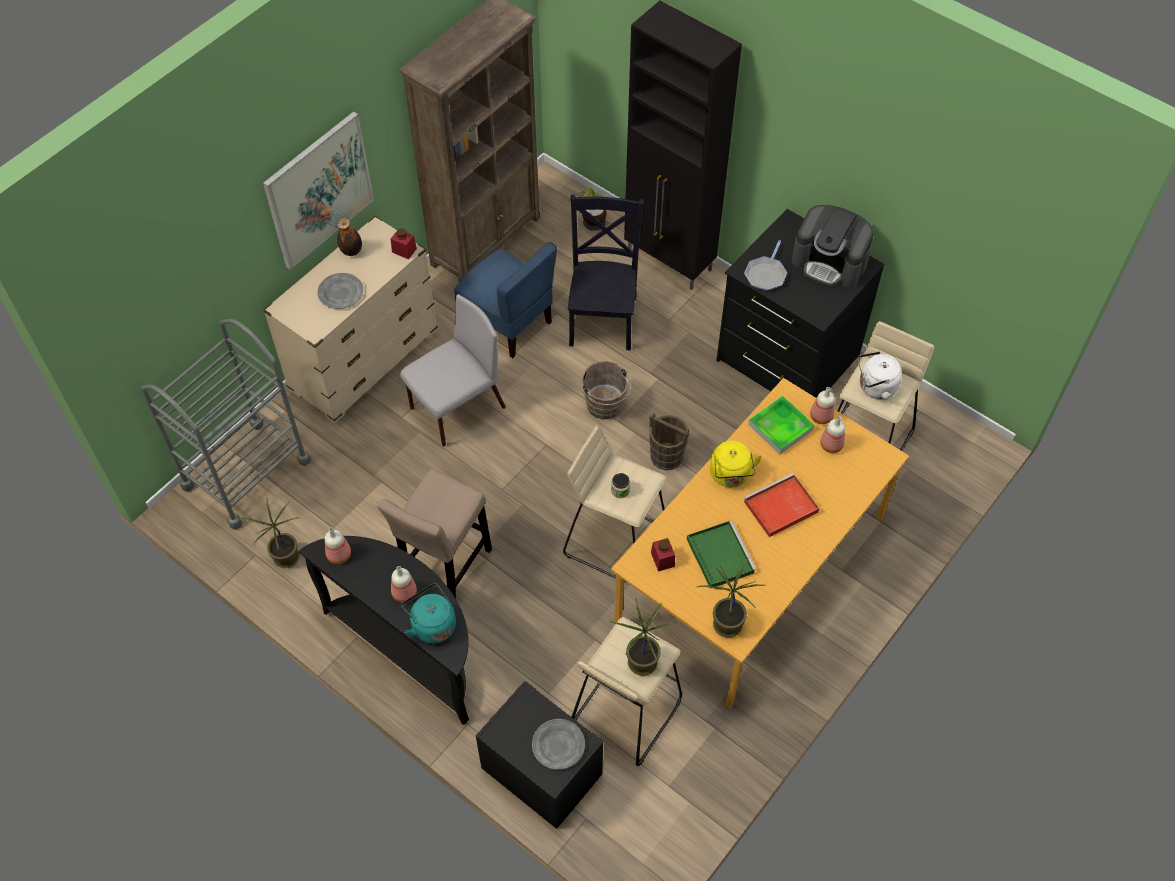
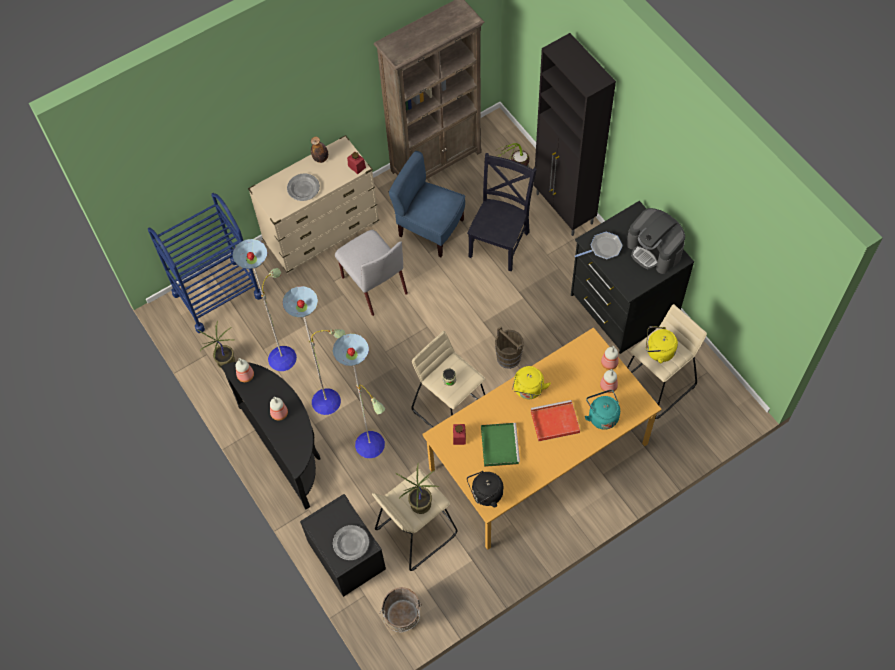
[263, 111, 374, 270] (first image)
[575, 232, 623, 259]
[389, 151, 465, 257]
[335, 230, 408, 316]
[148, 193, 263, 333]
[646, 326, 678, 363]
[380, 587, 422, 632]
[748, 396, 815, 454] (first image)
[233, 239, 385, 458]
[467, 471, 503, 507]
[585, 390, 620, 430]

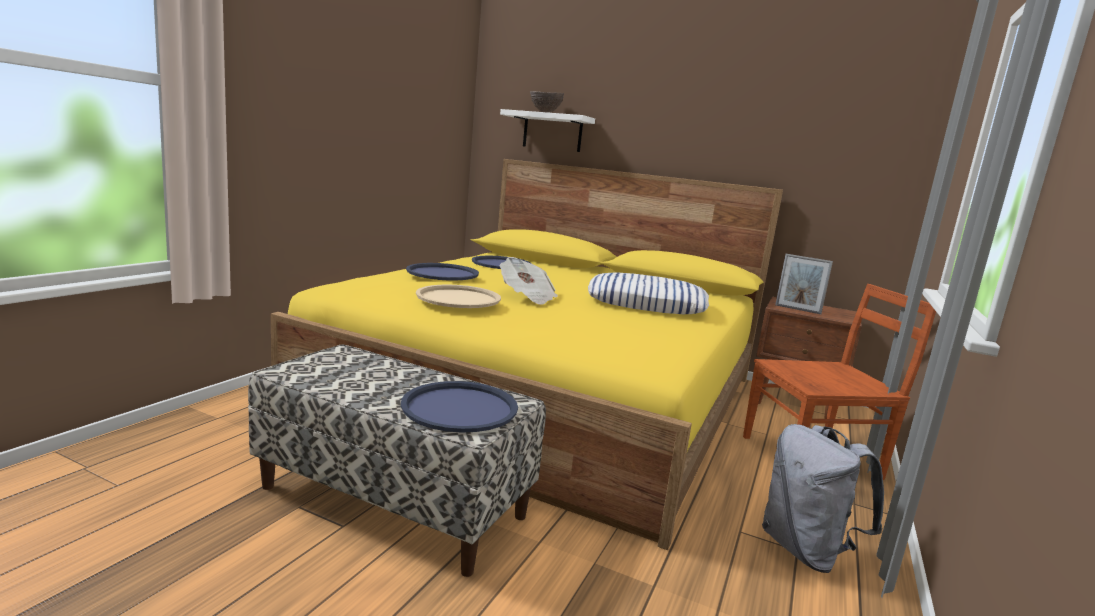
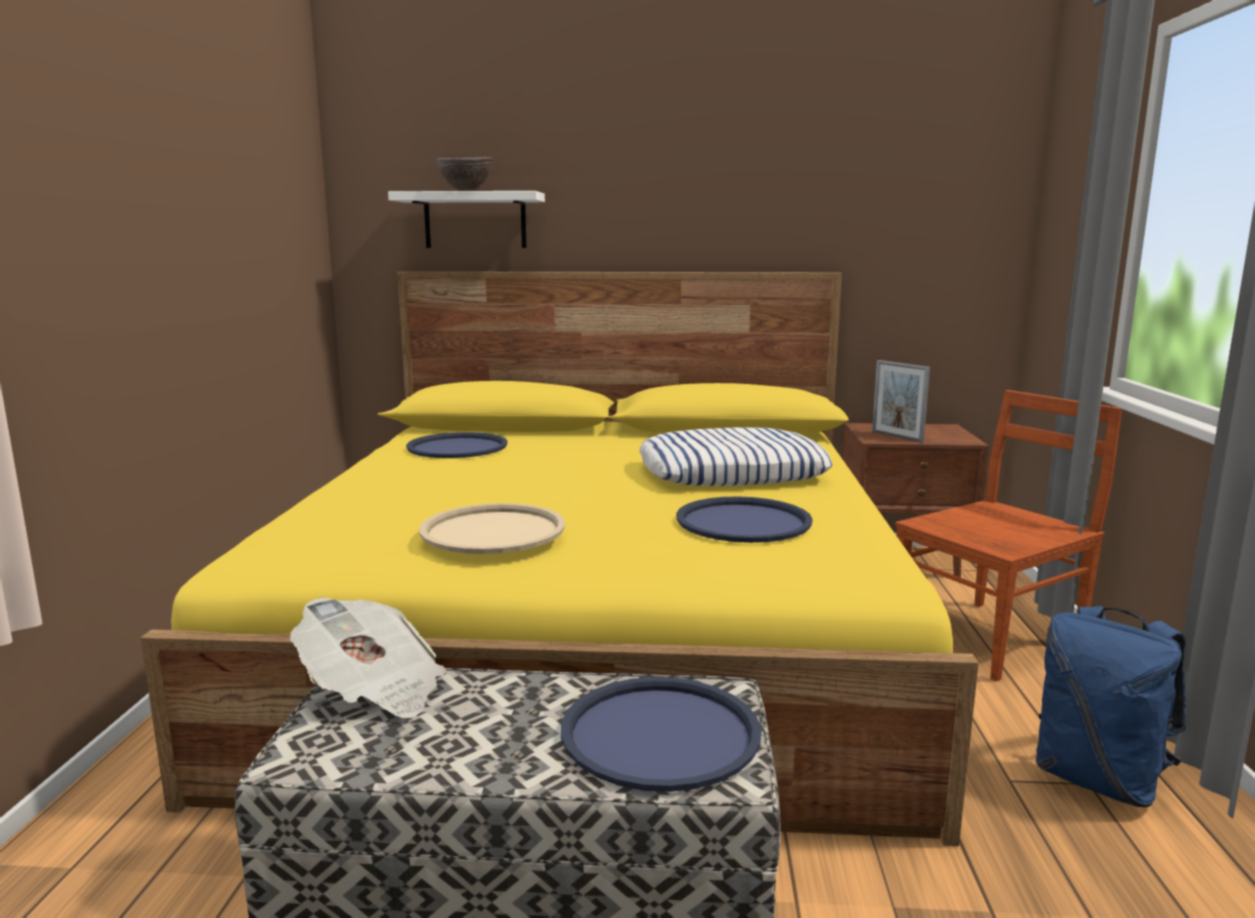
[872, 360, 930, 443]
[290, 598, 446, 718]
[676, 496, 813, 543]
[1036, 606, 1186, 807]

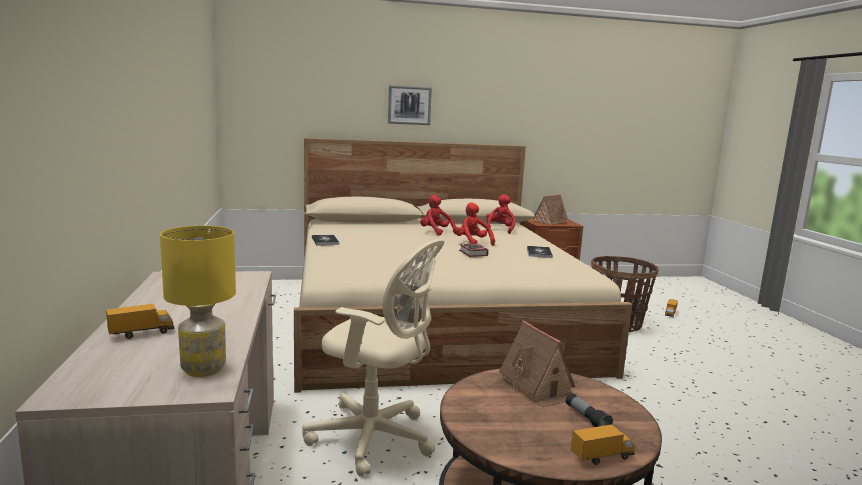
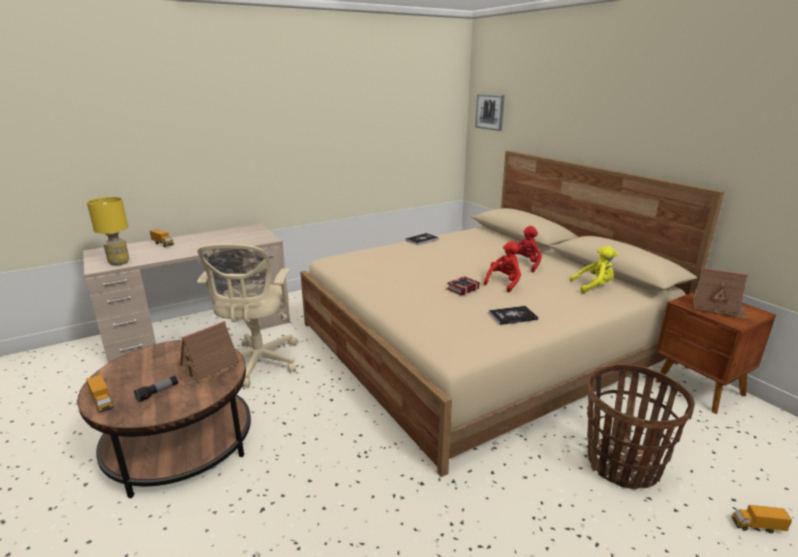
[475, 94, 504, 131]
[570, 246, 618, 293]

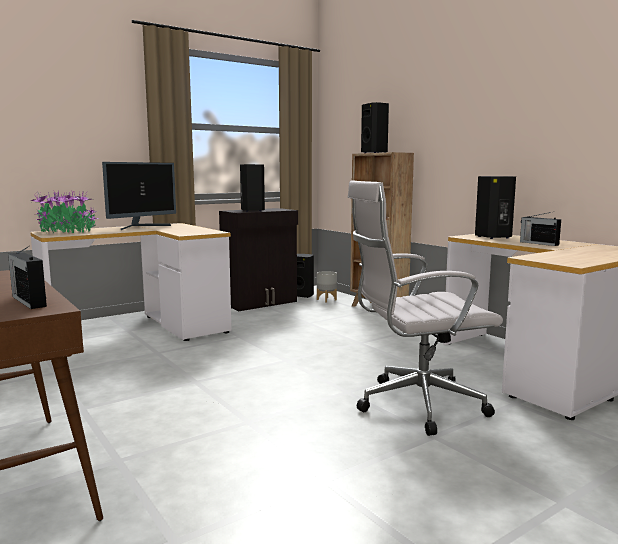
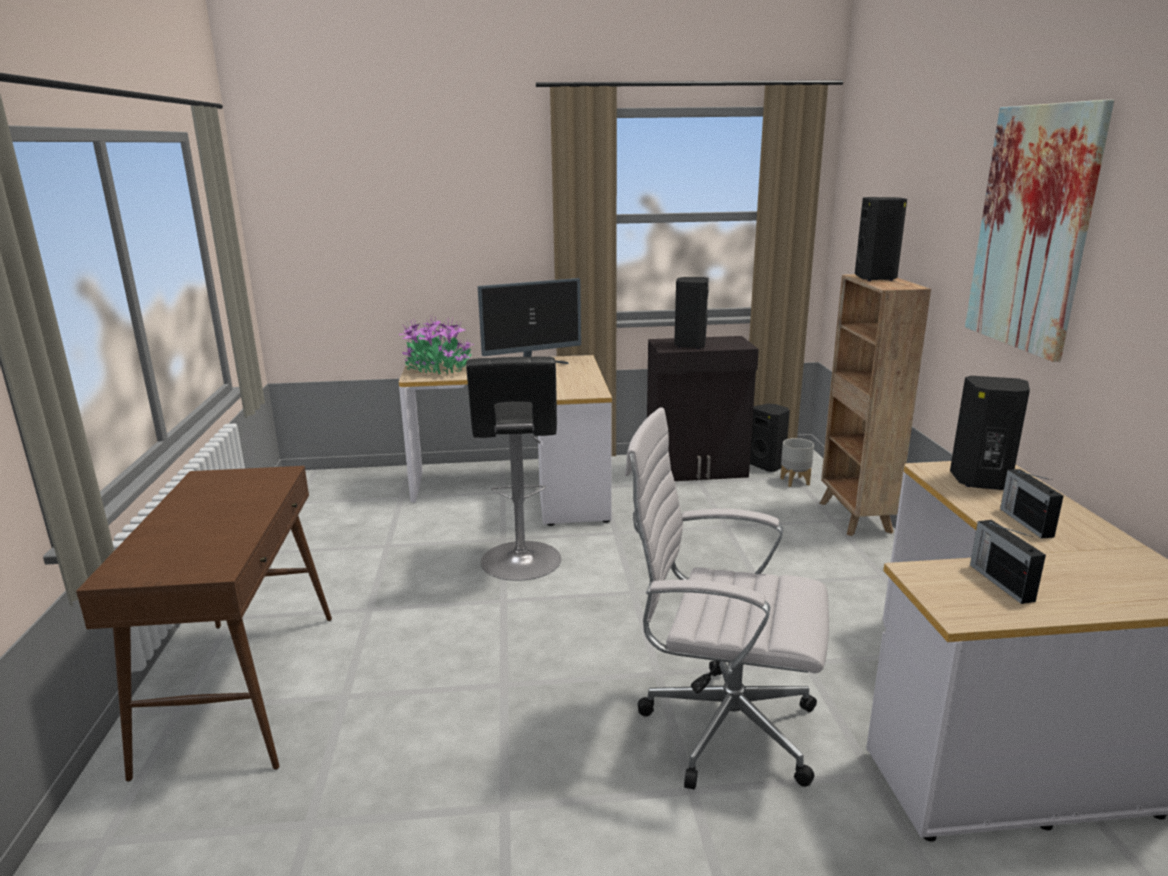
[970, 520, 1046, 604]
[965, 99, 1114, 362]
[466, 356, 561, 581]

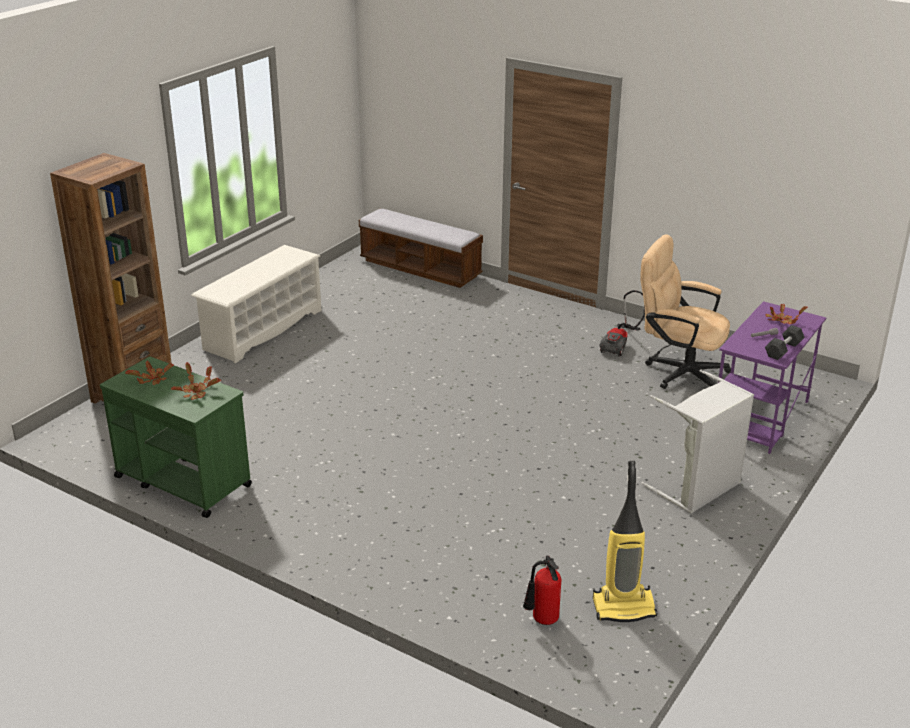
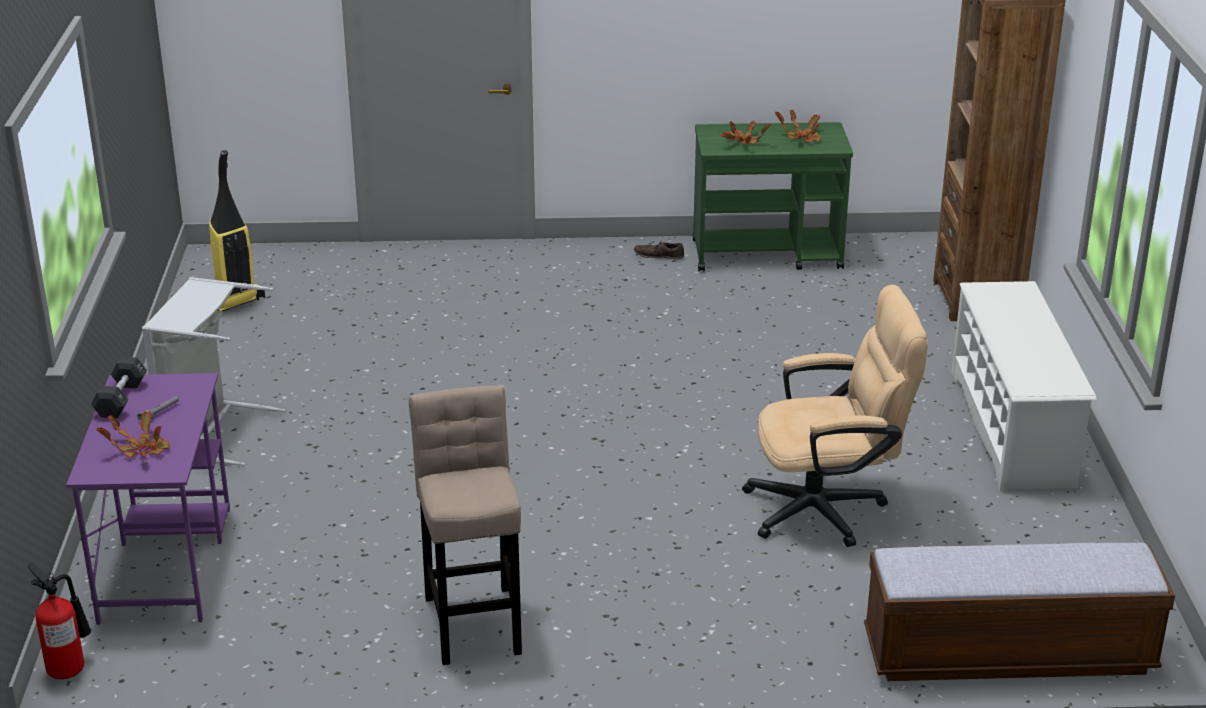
[742, 285, 928, 547]
[409, 385, 522, 665]
[28, 563, 91, 679]
[634, 242, 684, 259]

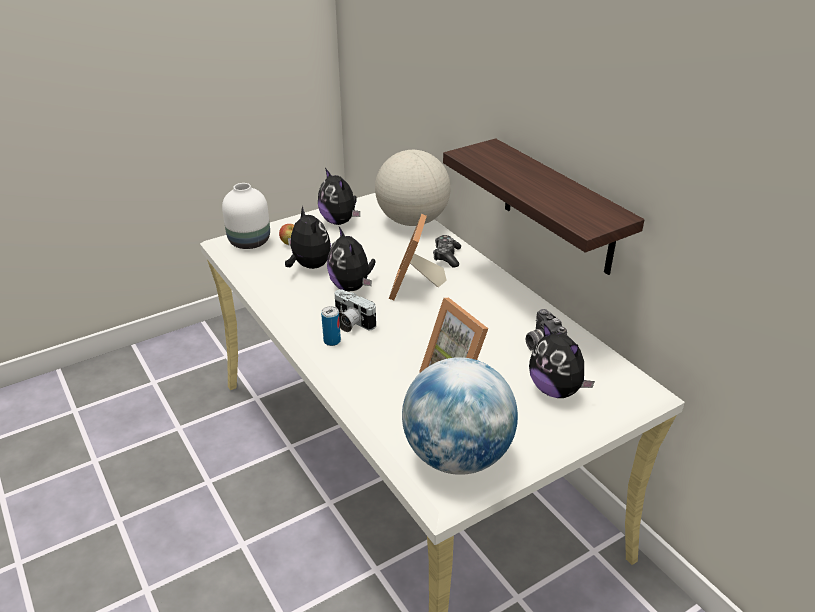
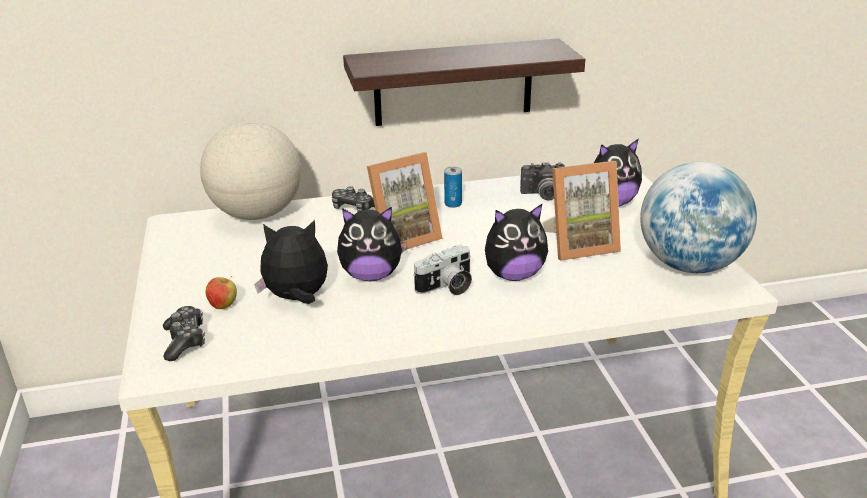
[485, 204, 548, 281]
[163, 306, 205, 361]
[367, 152, 443, 250]
[444, 166, 462, 208]

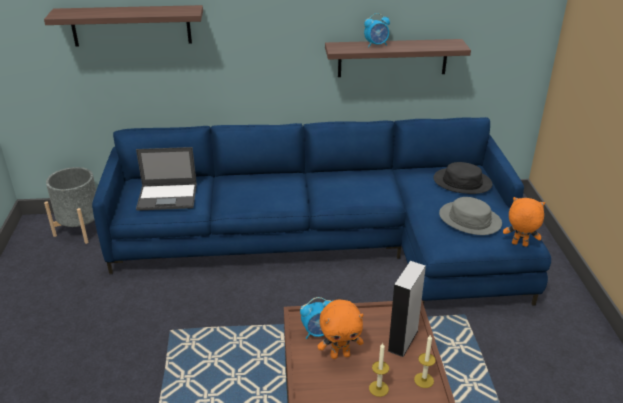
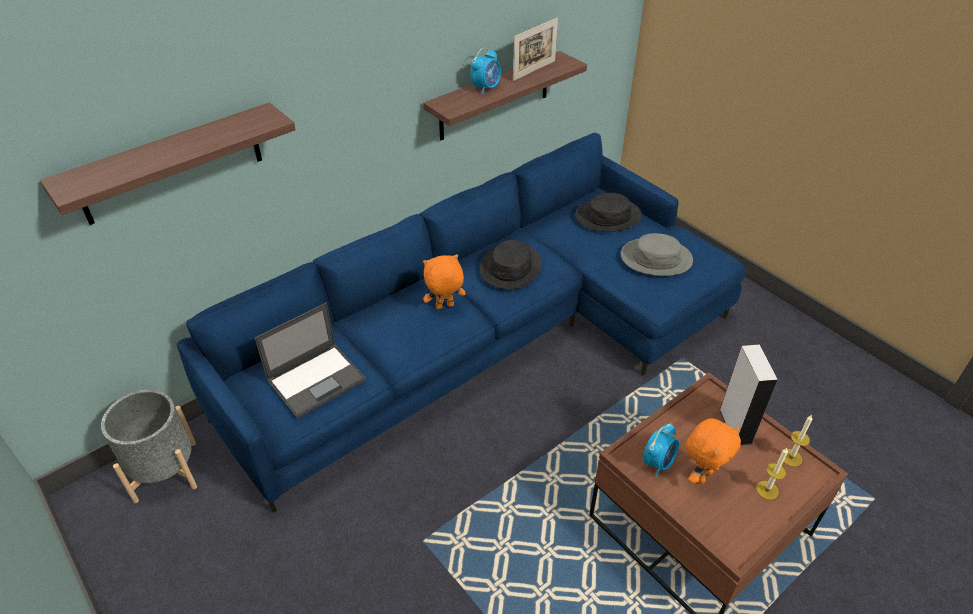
[423, 254, 466, 309]
[513, 17, 558, 81]
[480, 240, 542, 289]

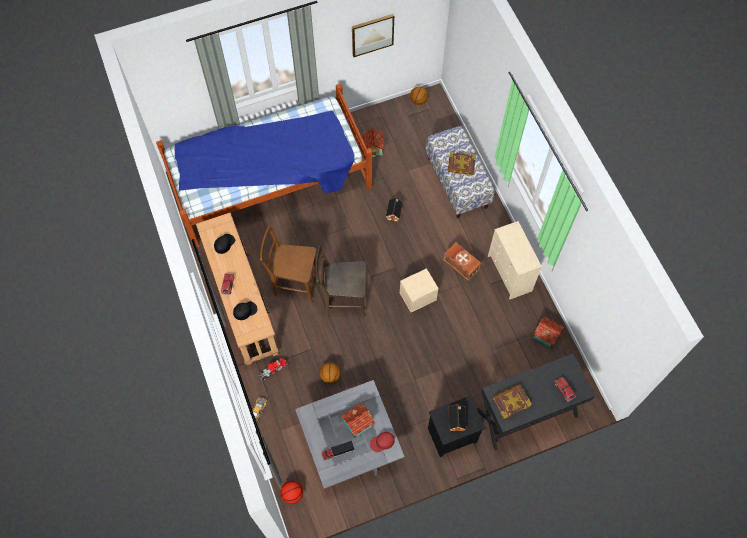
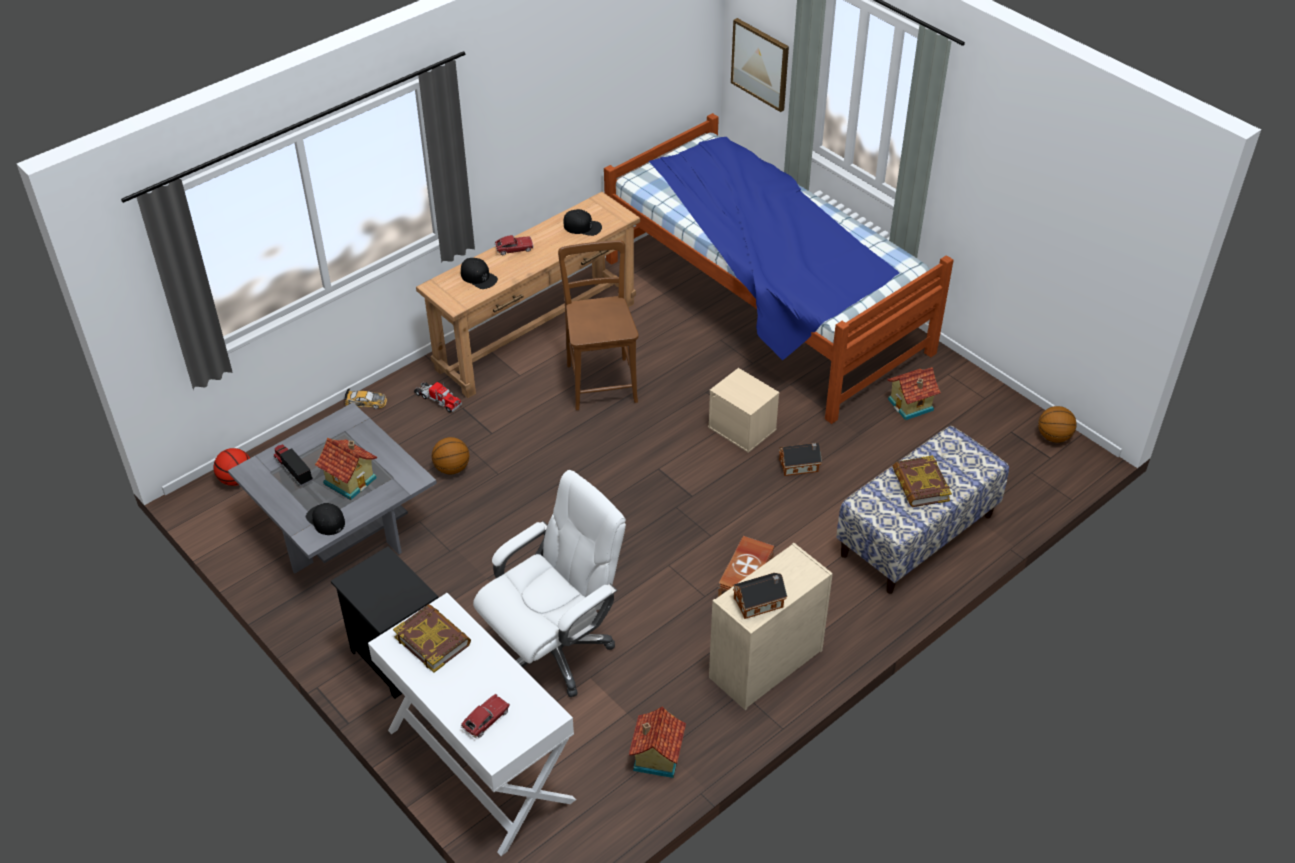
[731, 18, 789, 112]
[315, 246, 366, 316] (first image)
[708, 368, 780, 453]
[368, 593, 576, 856]
[733, 573, 787, 619]
[306, 503, 345, 535]
[473, 470, 626, 697]

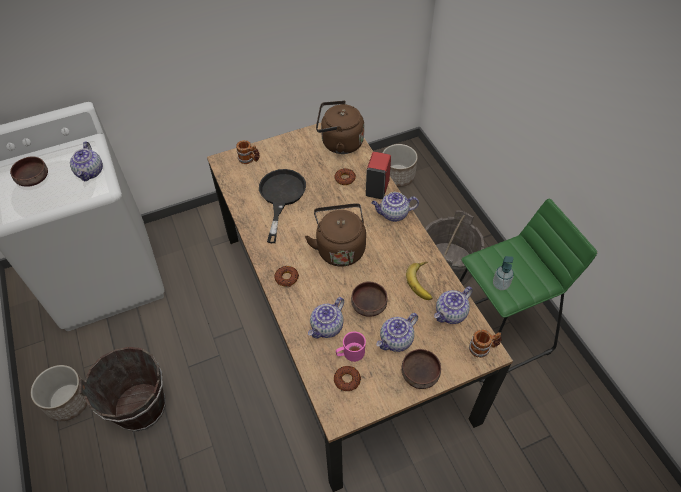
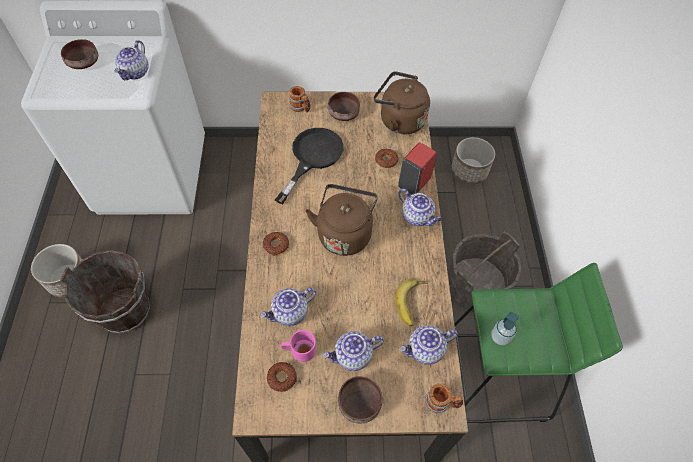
[399, 189, 442, 226]
[328, 92, 360, 121]

